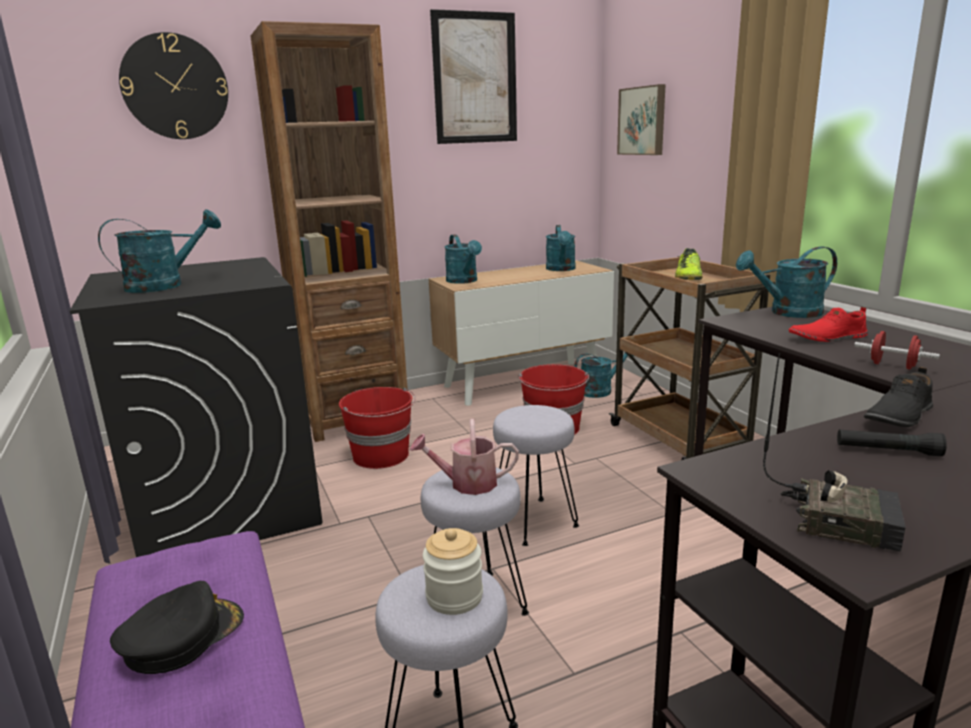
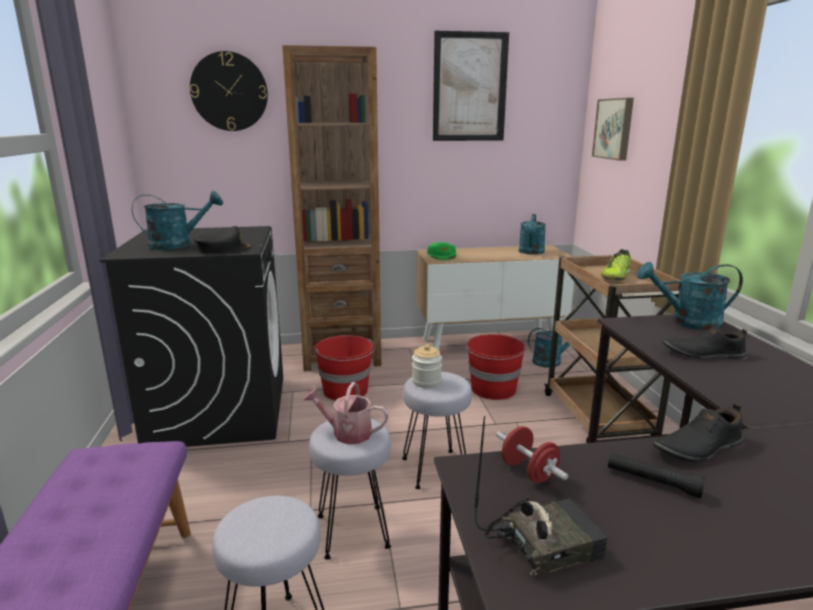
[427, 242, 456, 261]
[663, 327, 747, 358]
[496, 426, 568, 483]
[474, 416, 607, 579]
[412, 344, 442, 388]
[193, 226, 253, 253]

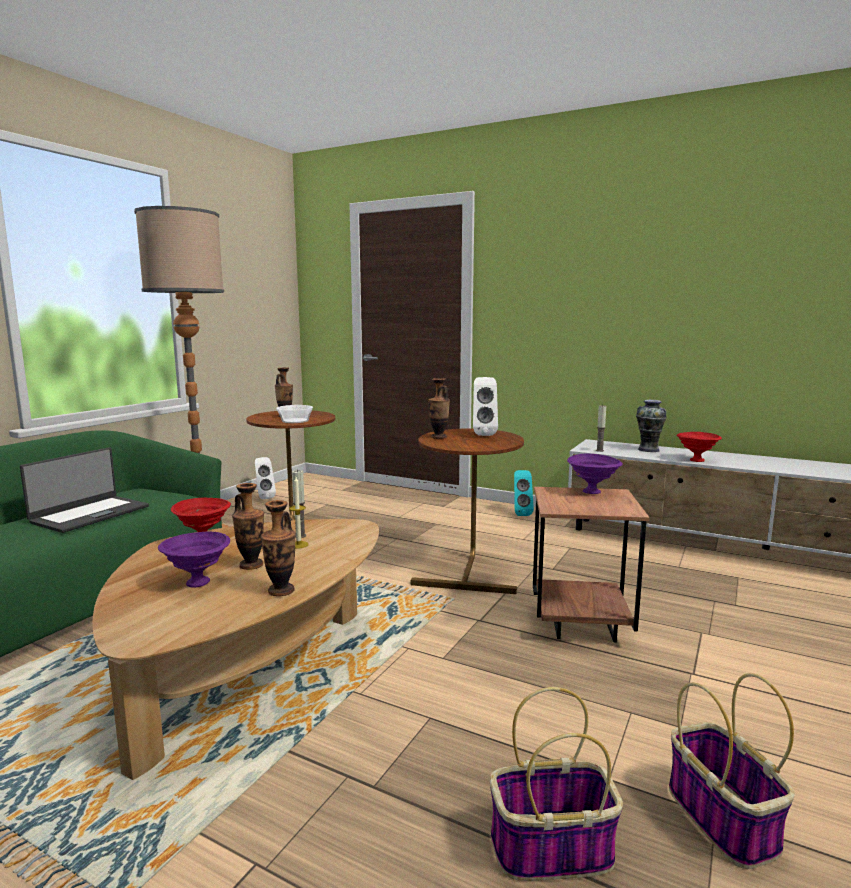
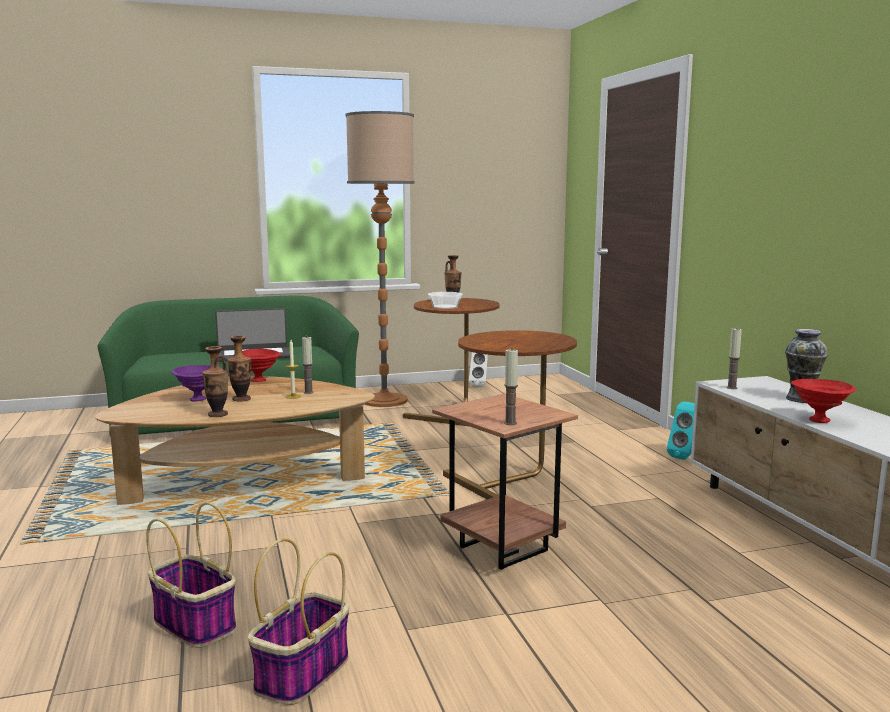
[473, 377, 498, 436] (first image)
[428, 378, 450, 439] (first image)
[567, 454, 623, 494] (first image)
[504, 348, 518, 425]

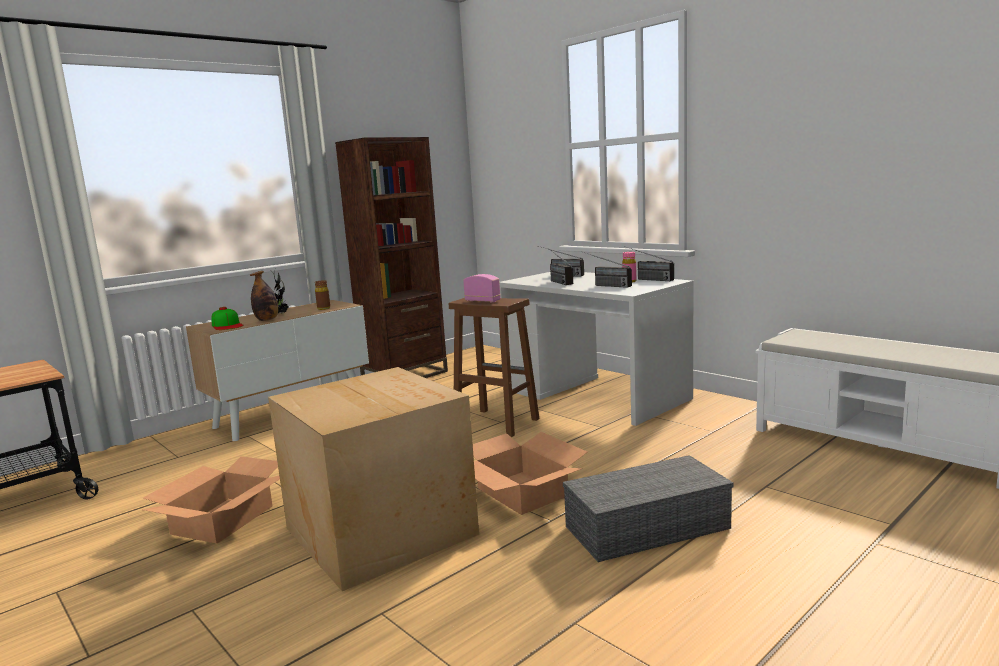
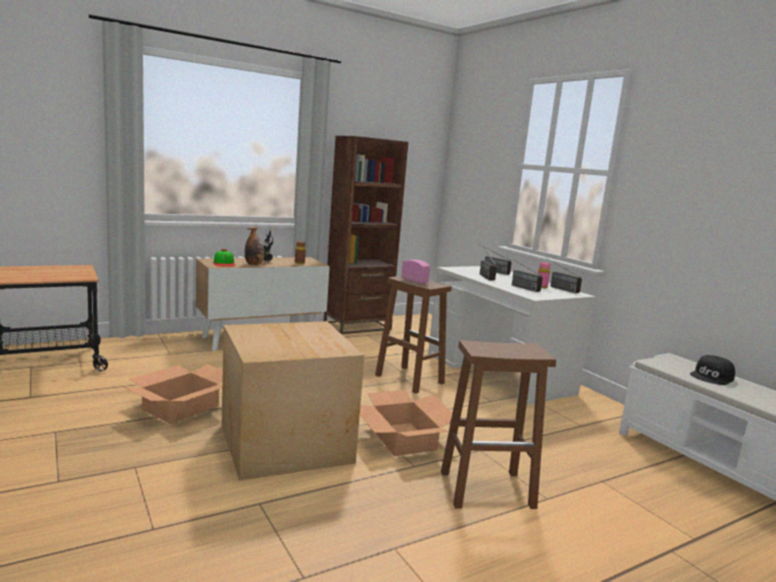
[441, 340, 556, 509]
[690, 355, 735, 385]

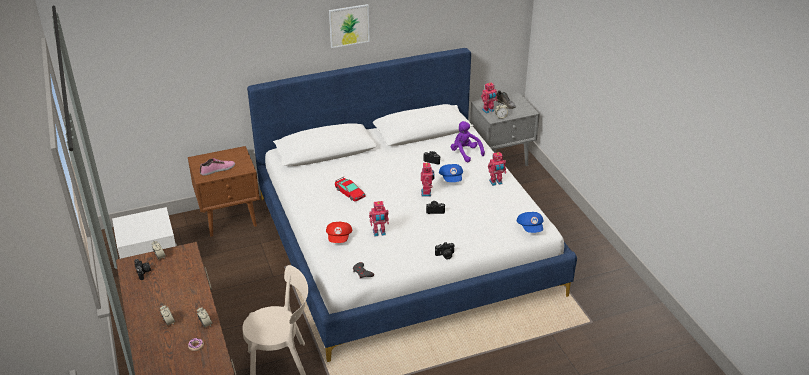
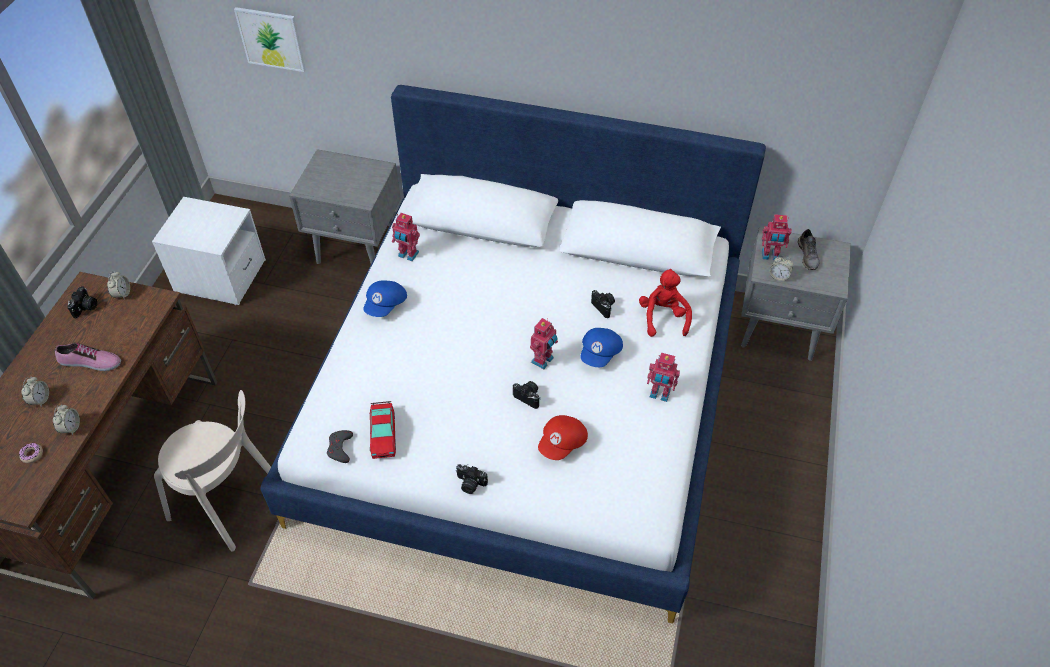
[234, 7, 306, 72]
[639, 269, 692, 337]
[289, 149, 401, 264]
[54, 343, 121, 371]
[370, 401, 396, 459]
[392, 213, 420, 261]
[363, 280, 407, 317]
[538, 415, 588, 460]

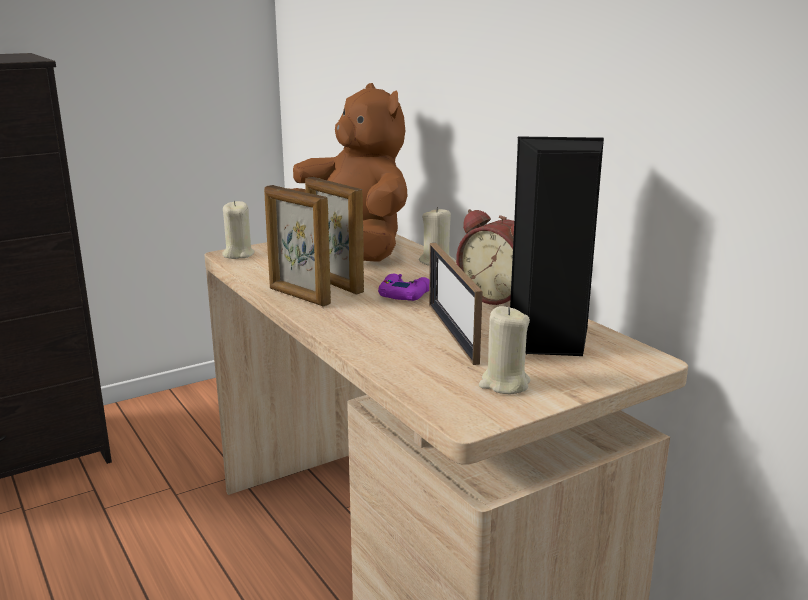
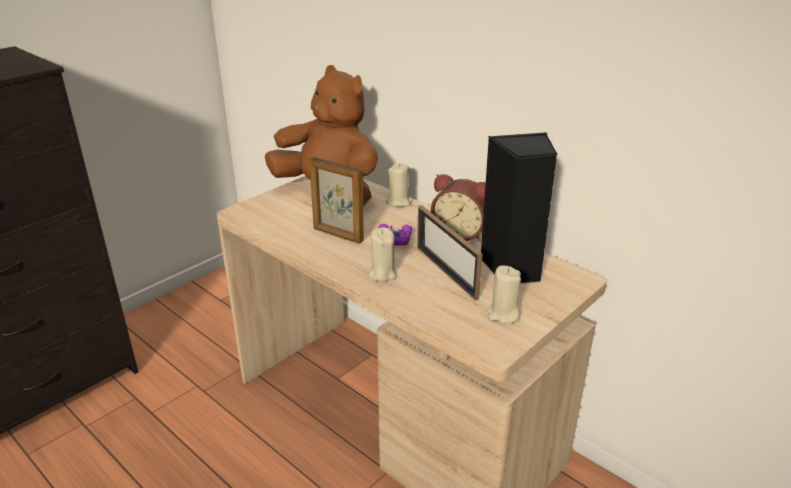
[264, 185, 331, 307] (first image)
[368, 227, 397, 282]

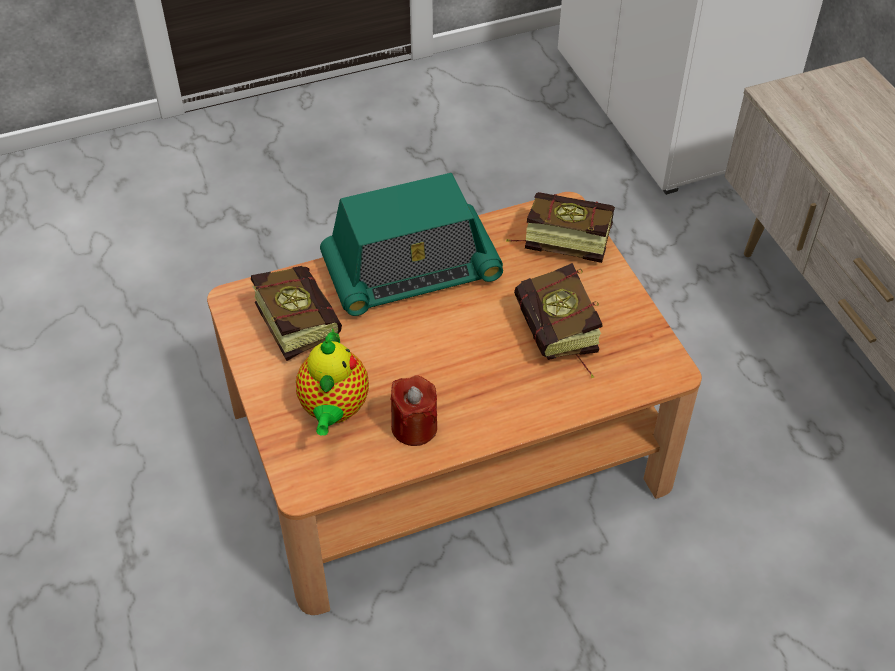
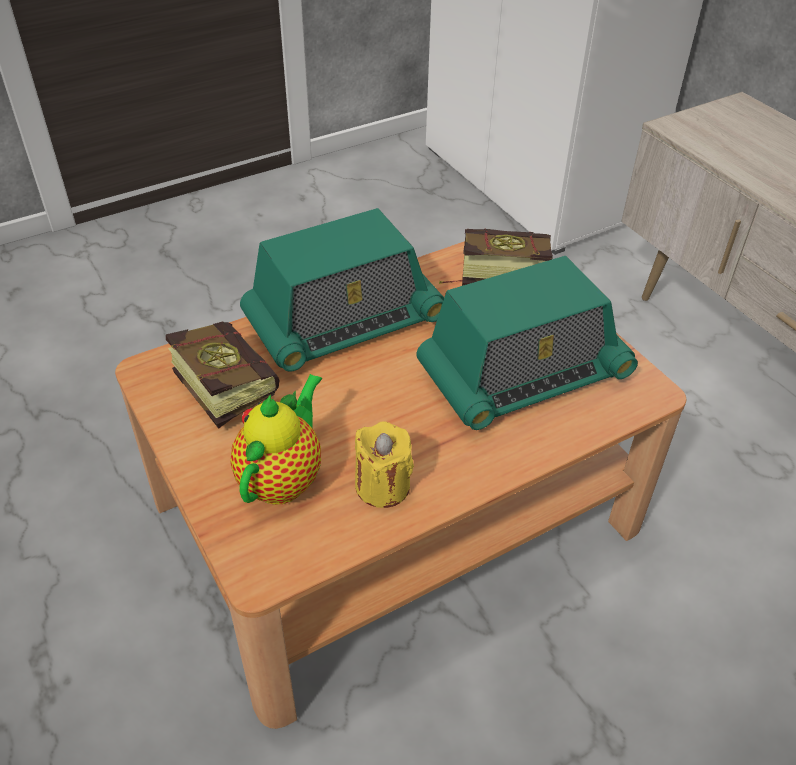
[416, 256, 638, 430]
[230, 374, 322, 505]
[355, 421, 414, 508]

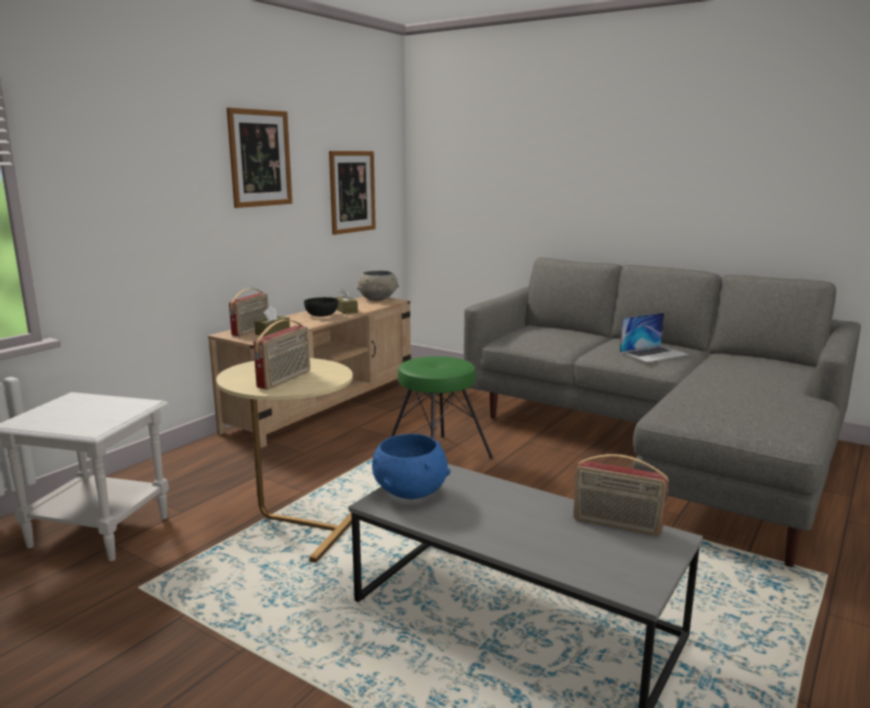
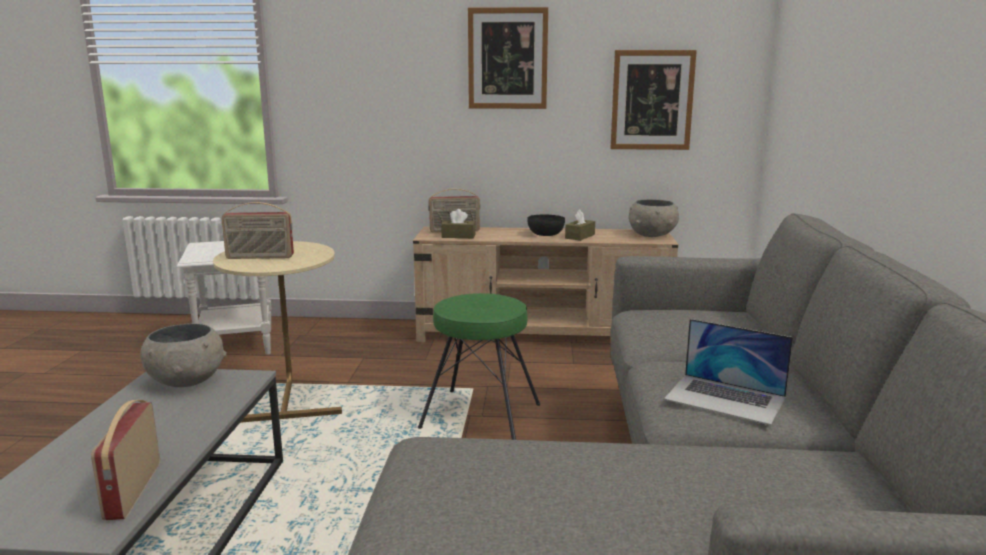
[140, 324, 227, 387]

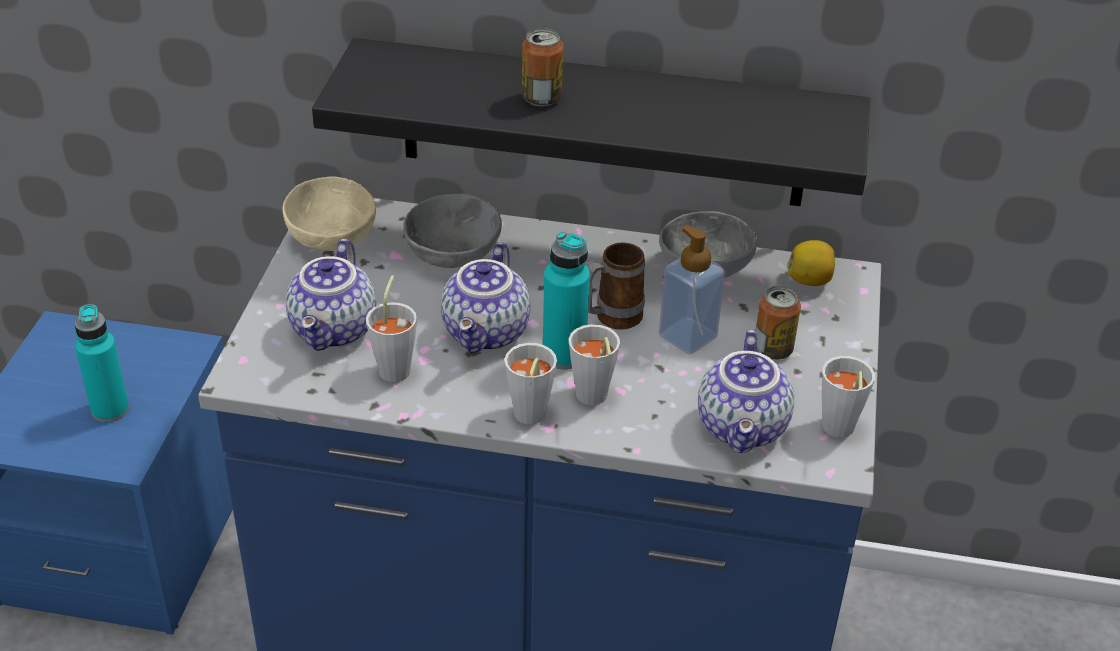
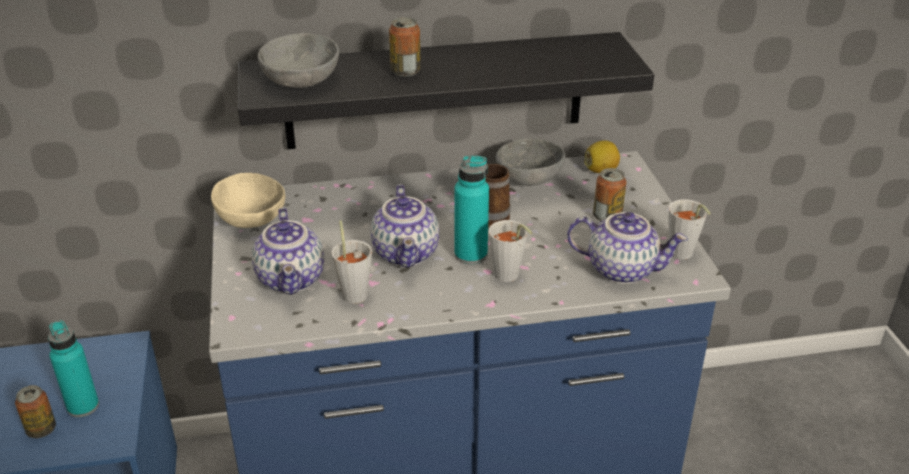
[258, 33, 339, 88]
[659, 225, 725, 354] (first image)
[567, 212, 688, 284]
[504, 343, 557, 425] (first image)
[15, 385, 56, 438]

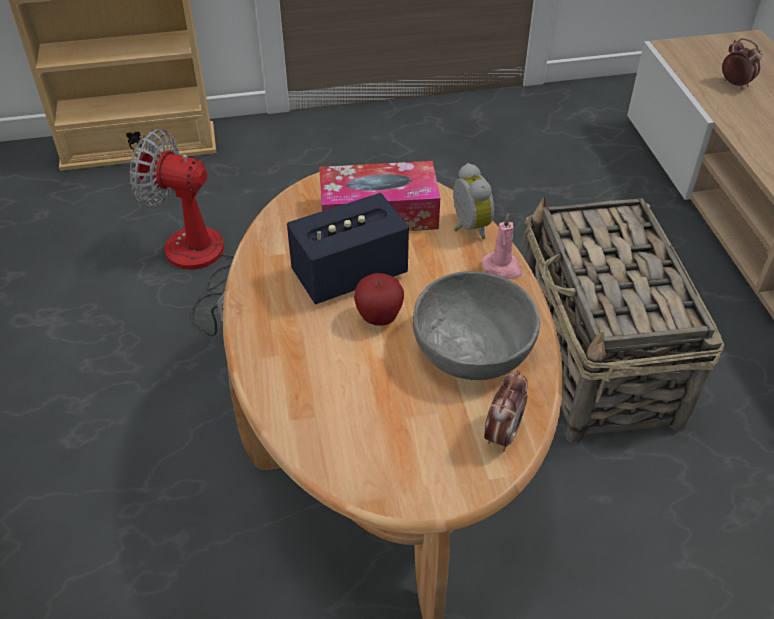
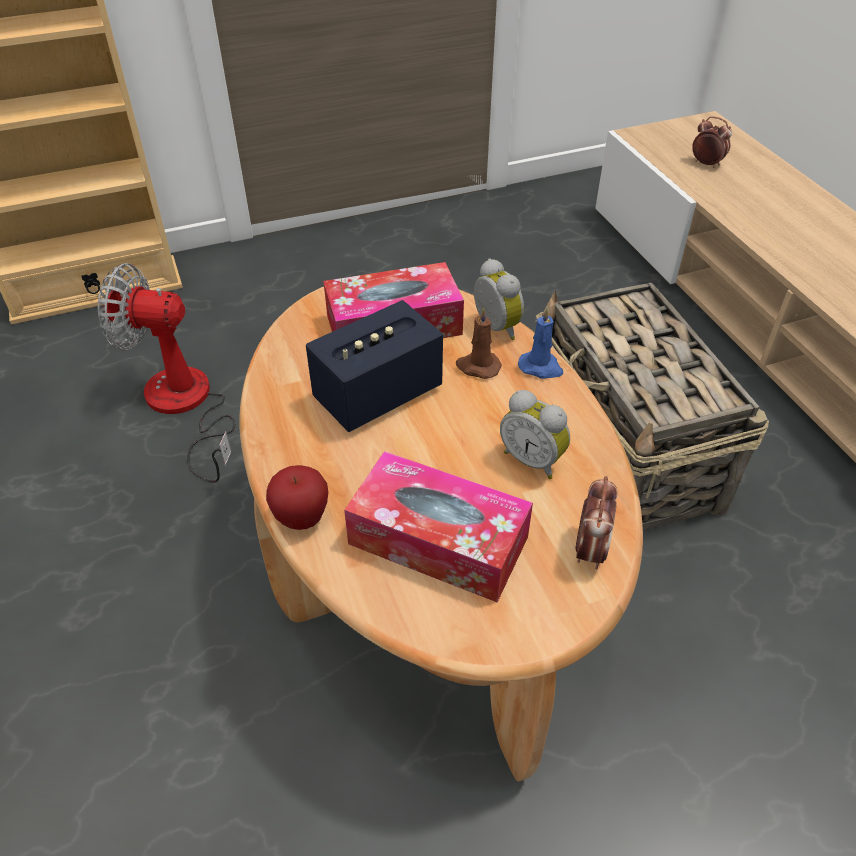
[518, 307, 563, 379]
[500, 390, 570, 479]
[266, 465, 328, 530]
[456, 307, 502, 379]
[344, 451, 533, 602]

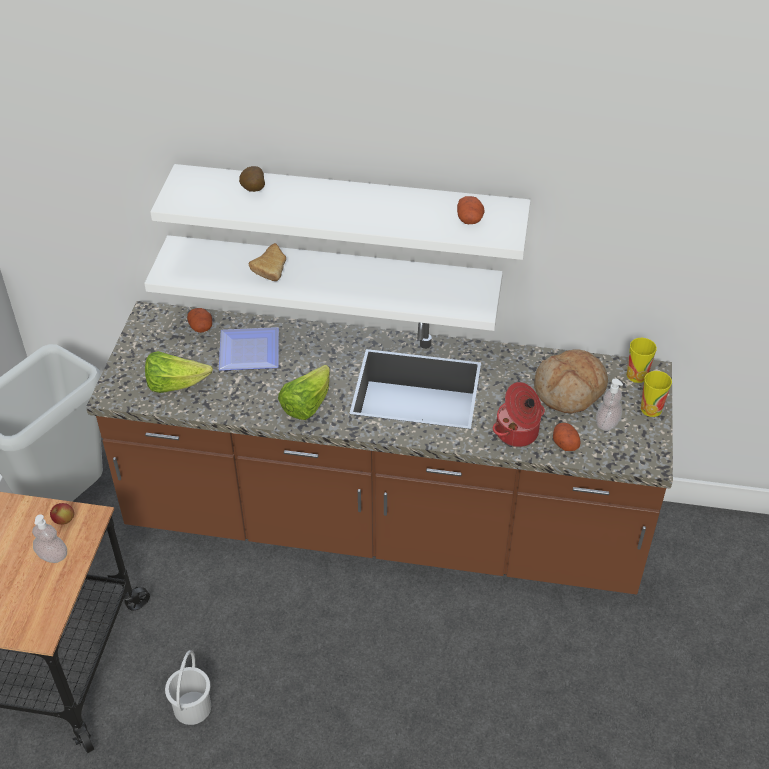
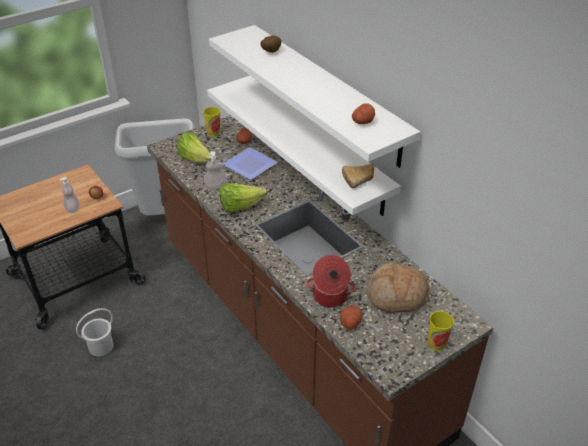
[342, 164, 374, 188]
[203, 107, 220, 137]
[204, 151, 227, 189]

